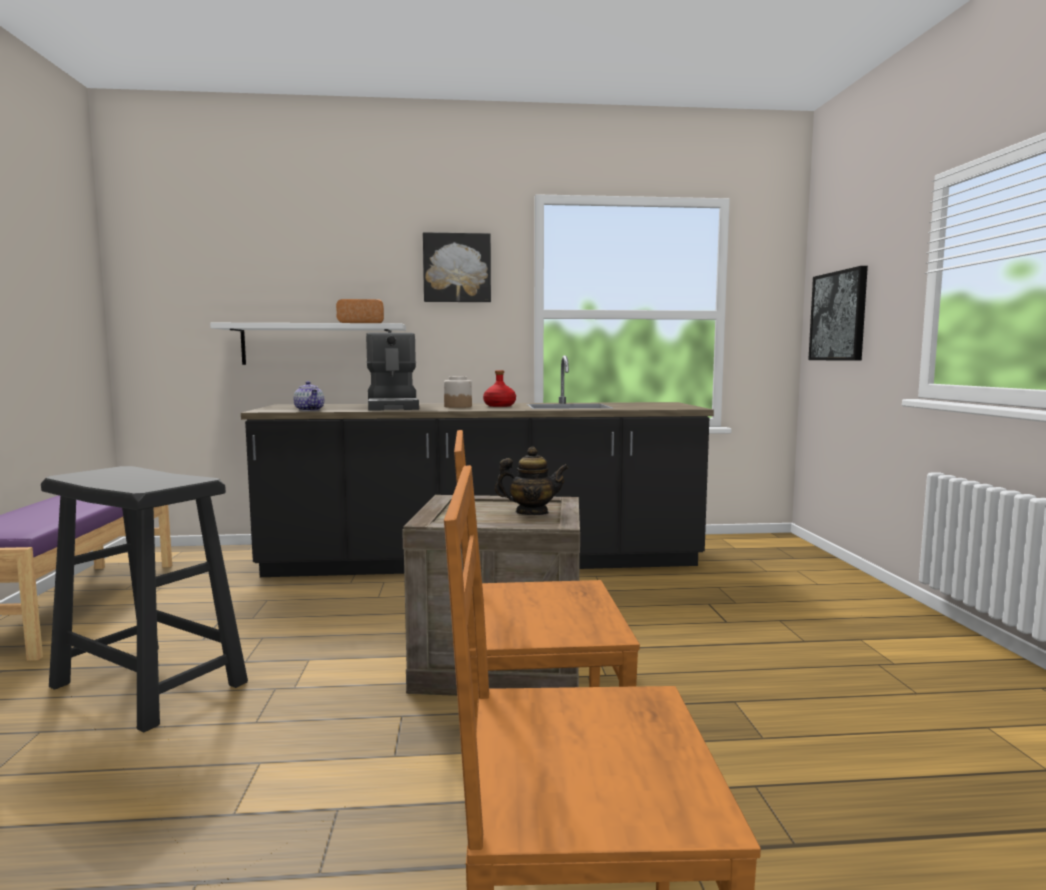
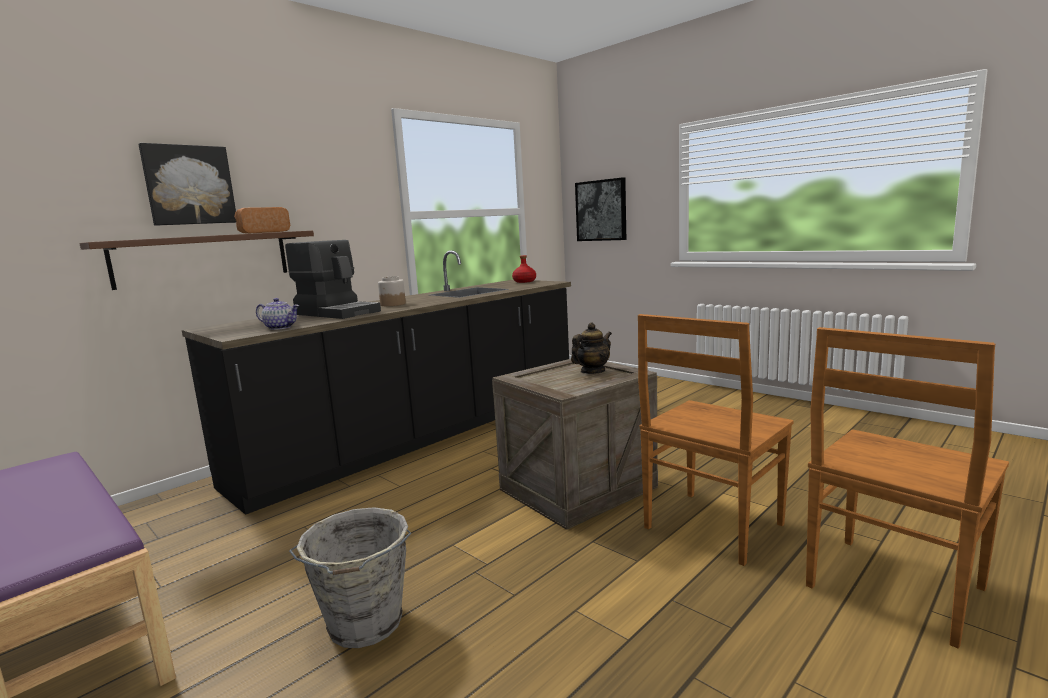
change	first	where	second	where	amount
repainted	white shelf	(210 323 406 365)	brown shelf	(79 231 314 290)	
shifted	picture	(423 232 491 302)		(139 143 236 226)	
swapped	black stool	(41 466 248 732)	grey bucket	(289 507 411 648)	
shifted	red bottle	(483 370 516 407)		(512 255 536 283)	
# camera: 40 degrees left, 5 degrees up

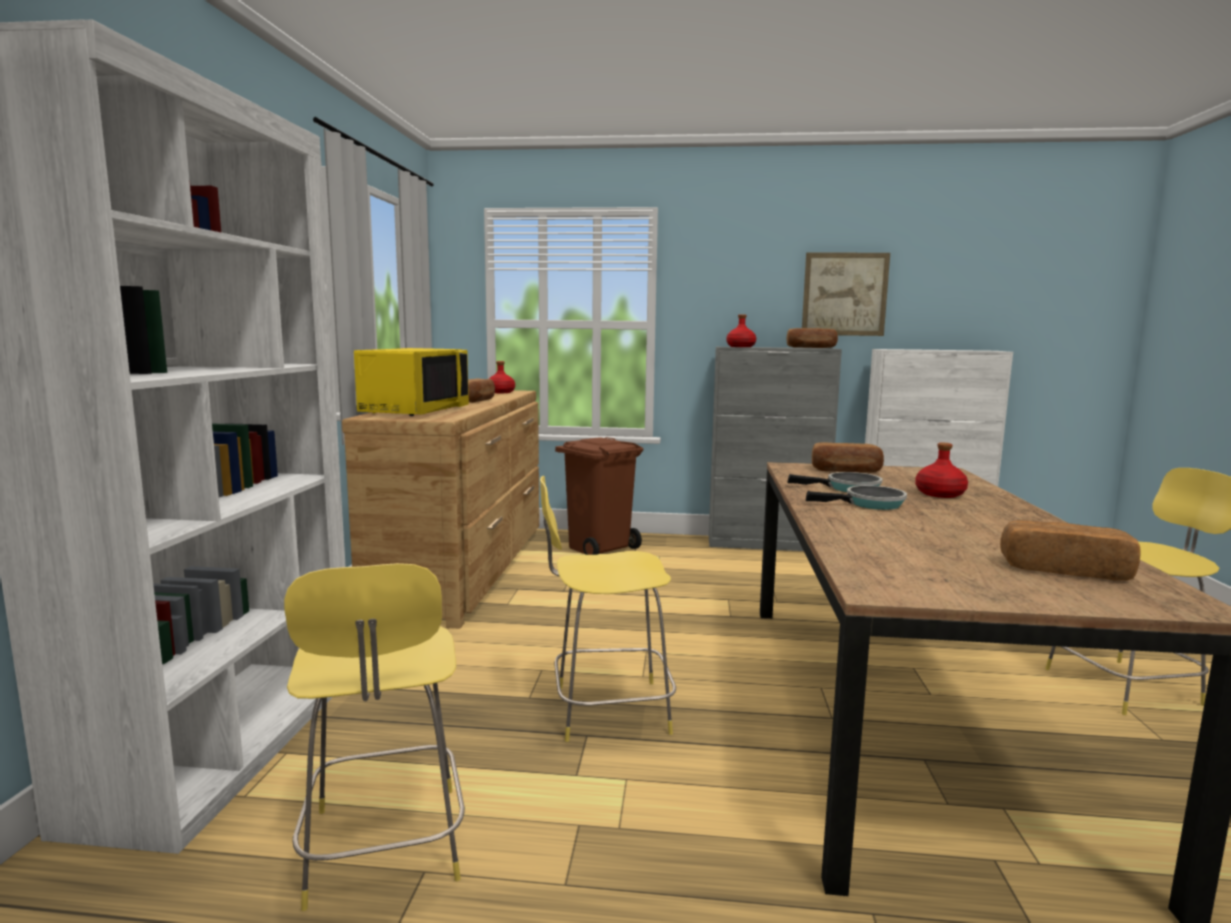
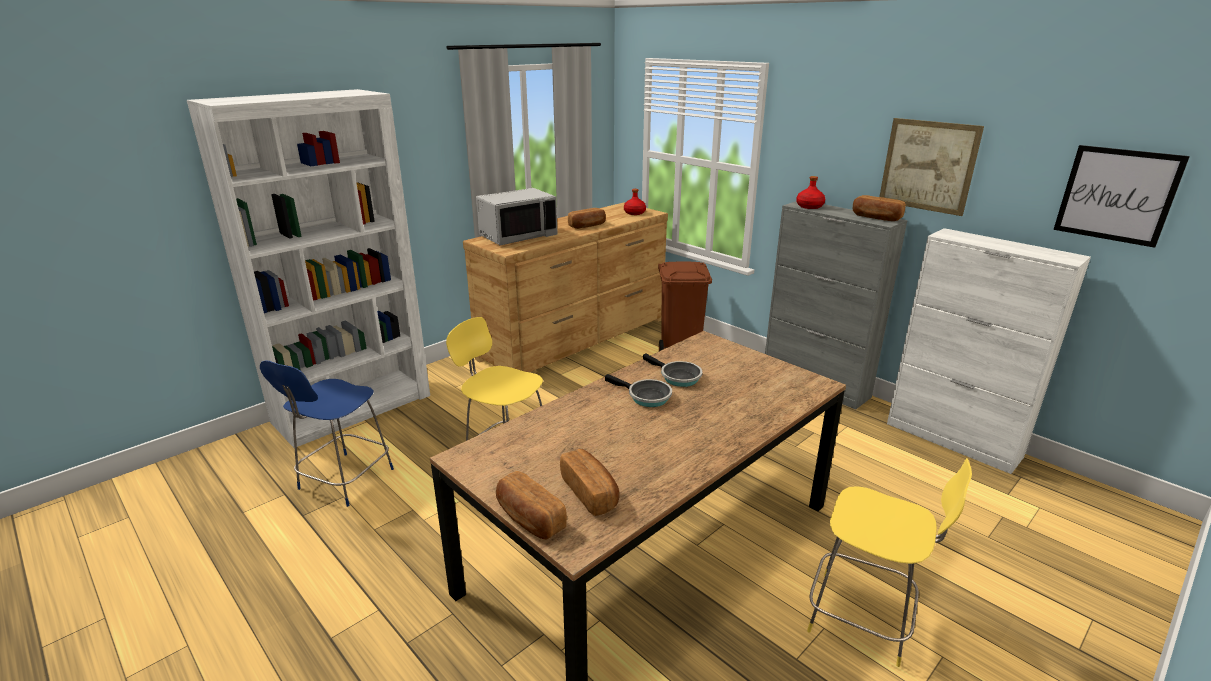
change	first	where	second	where	amount
repainted	yellow stool	(284 563 465 911)	blue stool	(260 360 394 507)	
repainted	yellow microwave	(354 348 469 416)	grey microwave	(476 188 558 245)	
shifted	bread	(812 442 884 473)		(496 471 567 539)	
new			picture	(1053 145 1190 248)	
gone	red bottle	(915 443 968 498)			
# camera: 40 degrees right, 15 degrees up

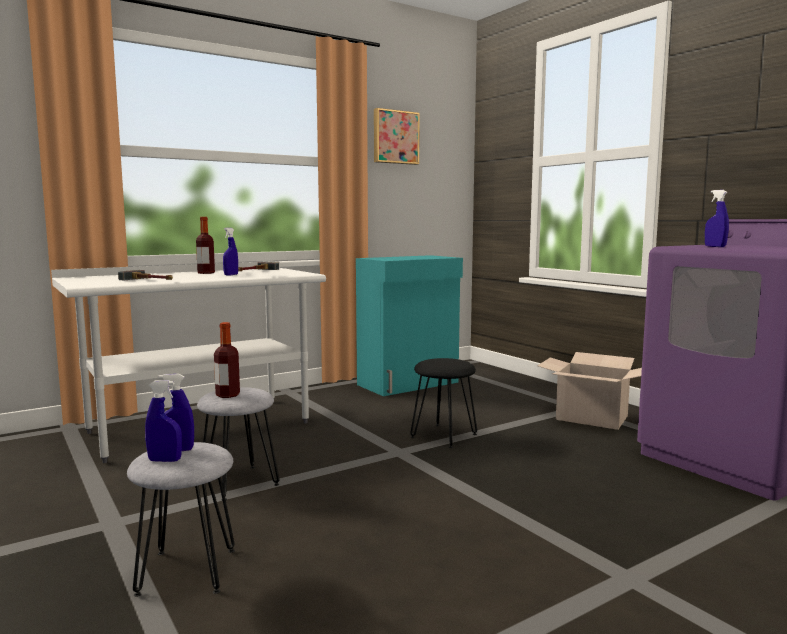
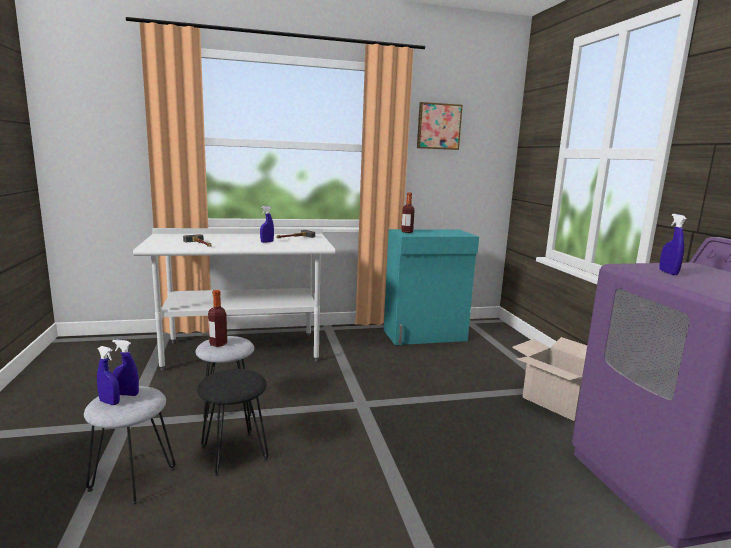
change	first	where	second	where	amount
shifted	black stool	(410 358 477 448)		(197 369 269 476)	
shifted	bottle	(196 217 215 274)		(401 192 415 233)	
# camera: 20 degrees right, 5 degrees up

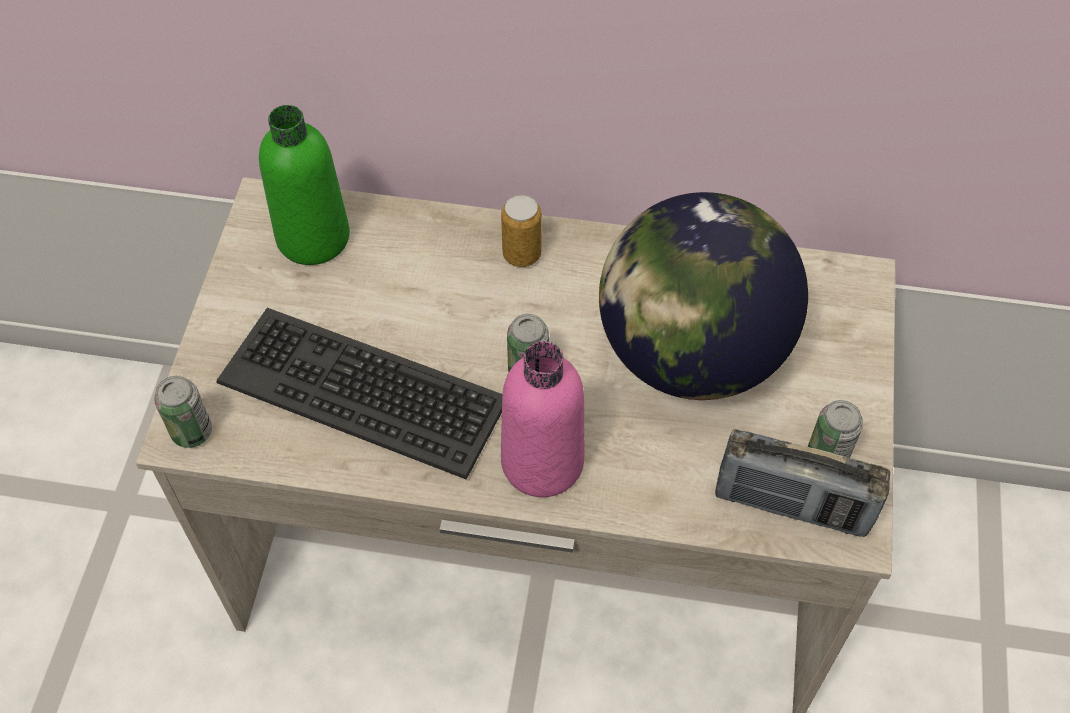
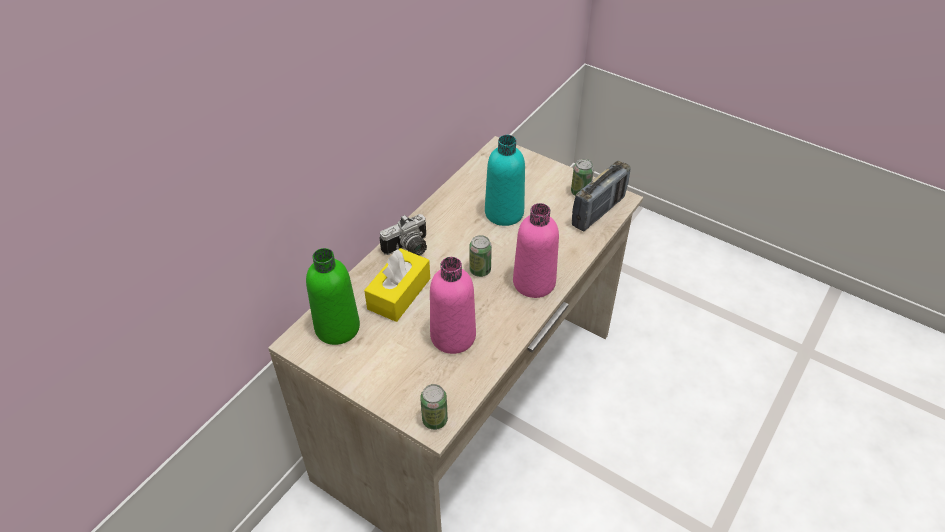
change	first	where	second	where	amount
new			yellow tissue box	(364 248 430 322)	
swapped	can	(501 195 542 267)	photo camera	(380 214 427 256)	
swapped	keyboard	(216 308 502 480)	pink bottle	(430 257 476 354)	
swapped	globe	(599 192 808 400)	turquoise bottle	(485 135 525 226)	
# camera: 65 degrees left, 10 degrees down

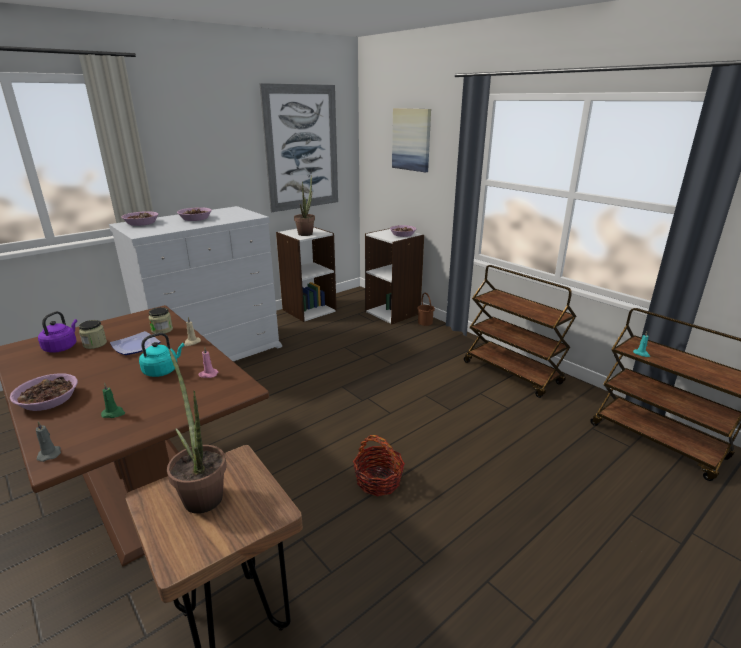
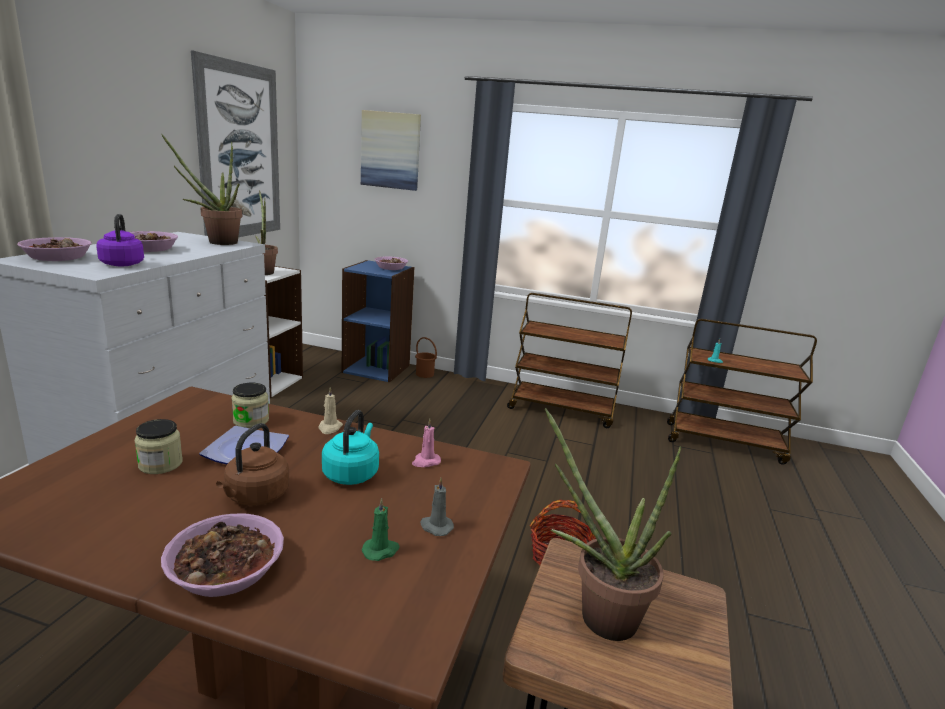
change	first	where	second	where	amount
shifted	purple kettle	(38 311 77 353)		(96 214 144 266)	
new			potted plant	(161 134 243 245)	
new			brown kettle	(216 423 289 506)	
repainted	white bookcase	(365 228 424 324)	blue bookcase	(342 260 414 382)	
shifted	grey candle	(36 421 61 462)		(420 478 454 536)	
# camera: 35 degrees left, 5 degrees down

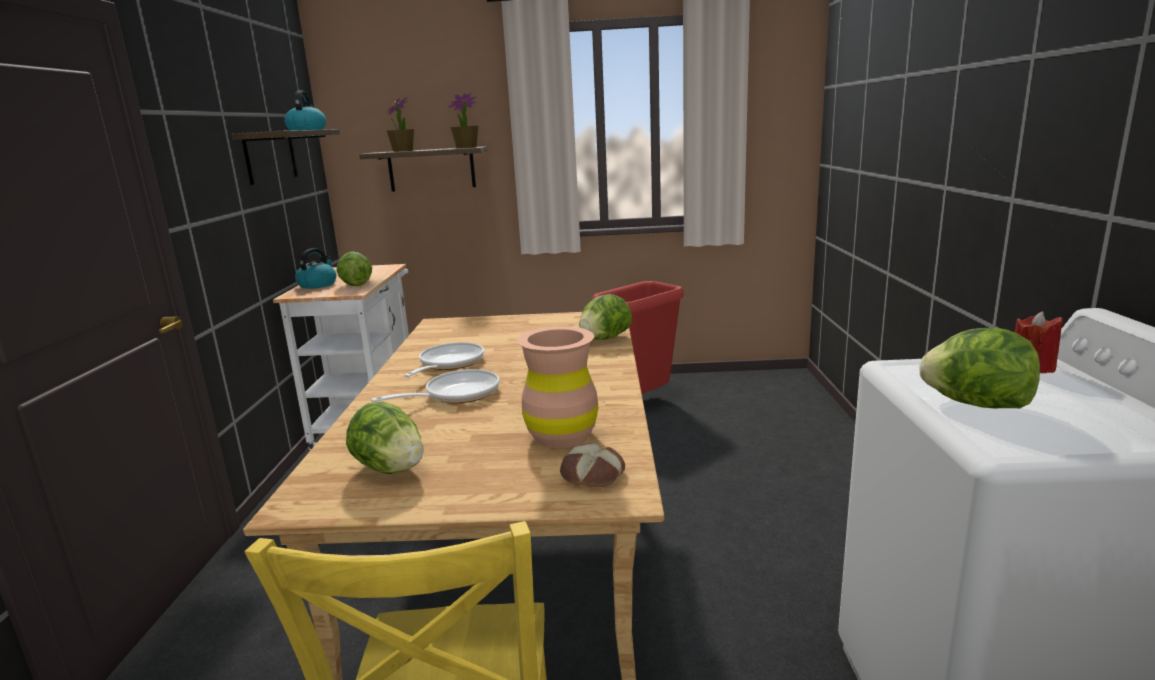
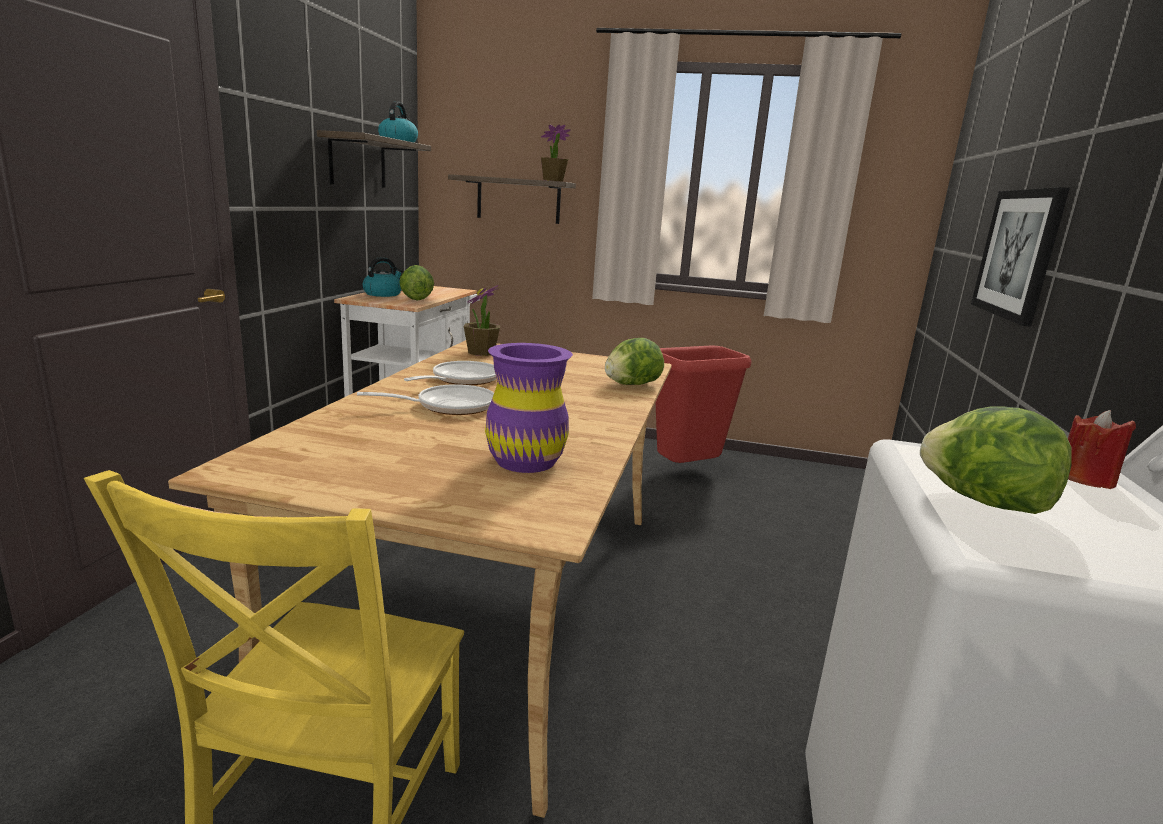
change	first	where	second	where	amount
shifted	potted plant	(386 97 414 152)		(464 285 500 356)	
repainted	brown vase	(517 326 599 448)	purple vase	(485 343 573 473)	
new			picture	(971 187 1070 327)	
gone	lettuce	(346 401 423 474)			
gone	bread	(560 443 625 487)			
# camera: 10 degrees right, 0 degrees up

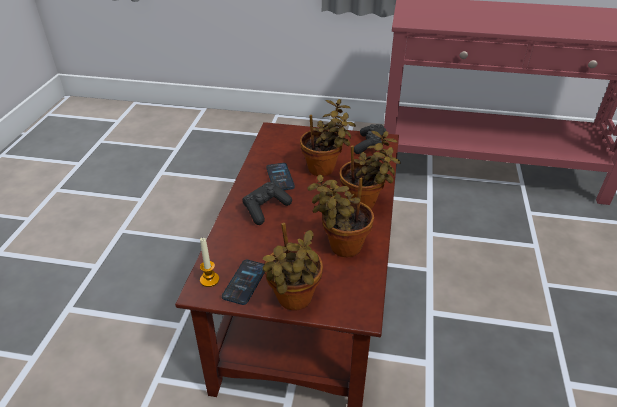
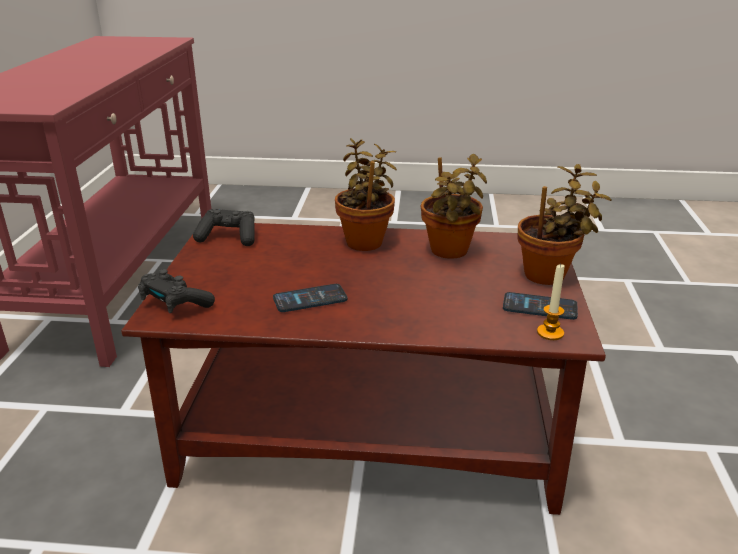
change	first	where	second	where	amount
shifted	black game controller	(242 182 292 225)		(138 269 215 313)	
gone	potted plant	(300 99 356 176)			
# camera: 95 degrees left, 10 degrees down

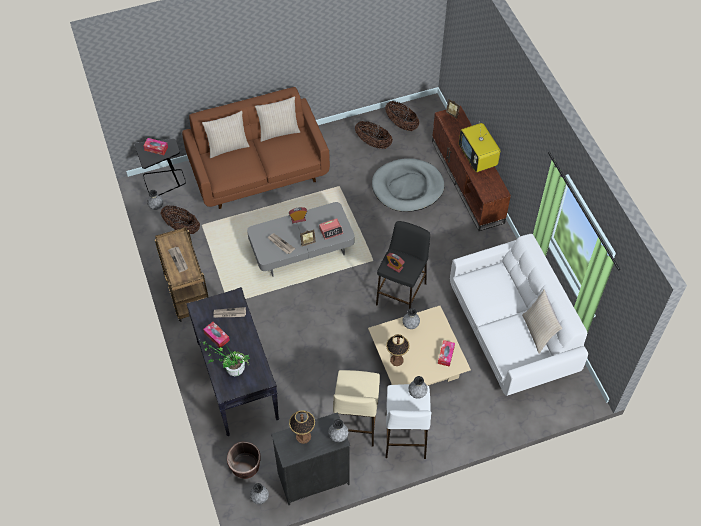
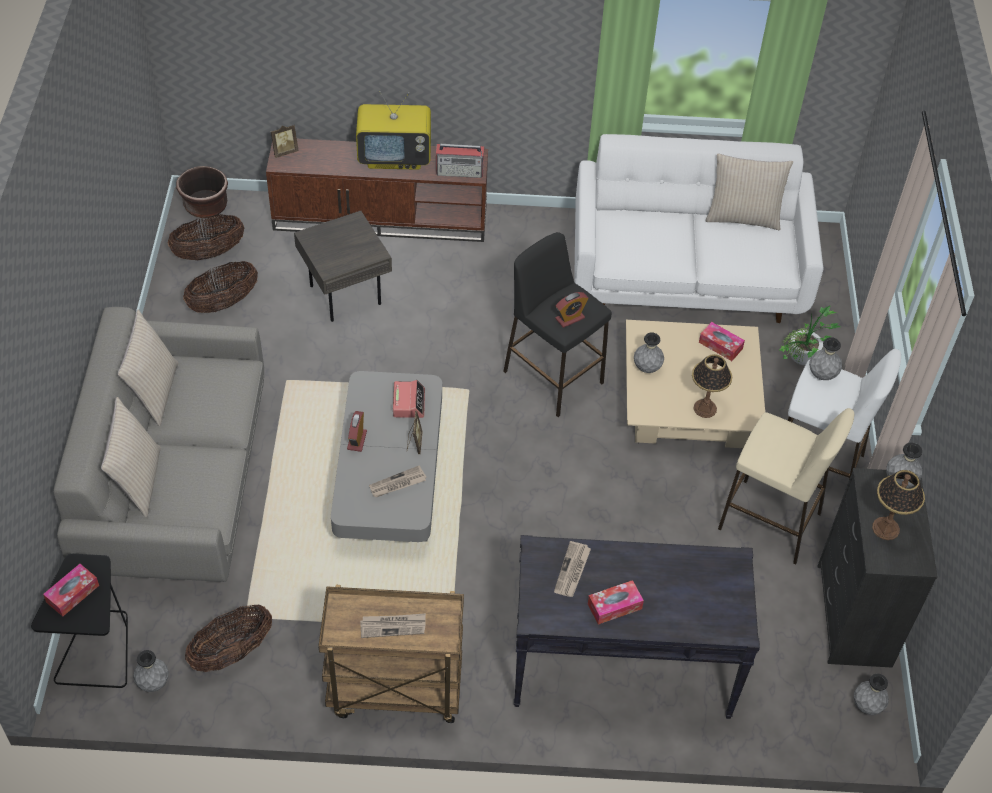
change	first	where	second	where	amount
repainted	brown sofa	(182 87 330 209)	grey sofa	(54 307 264 582)	
shifted	brown planter	(227 441 261 479)		(176 166 228 218)	
swapped	grey dog bed	(372 158 444 212)	grey side table	(294 211 392 322)	
new			radio	(436 144 484 178)	
shifted	potted plant	(200 340 251 376)		(779 305 840 365)	
# camera: 70 degrees left, 5 degrees down

